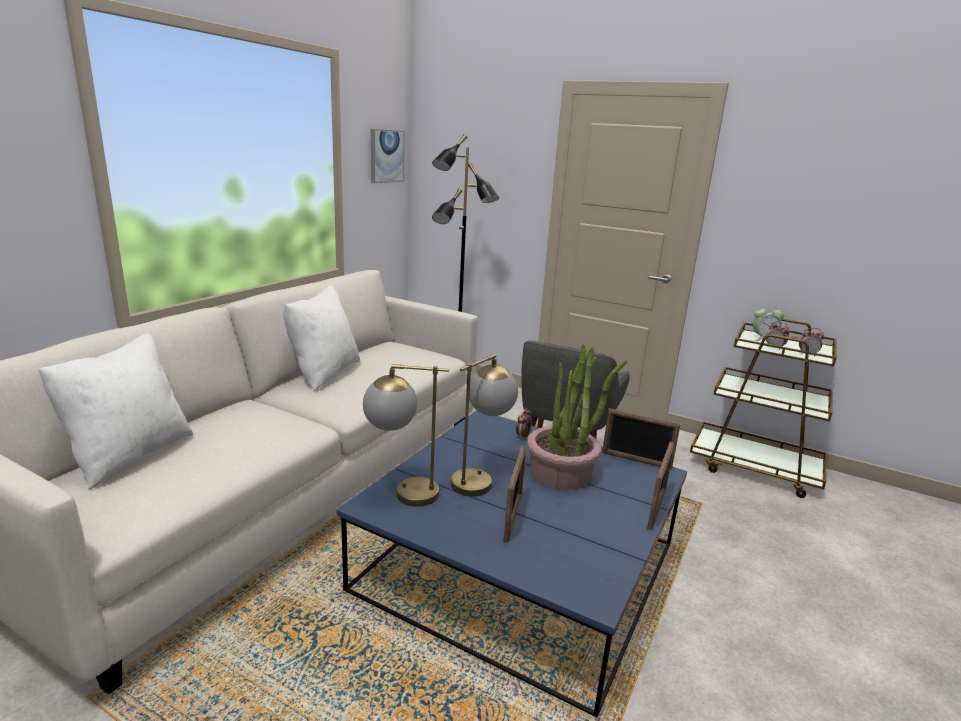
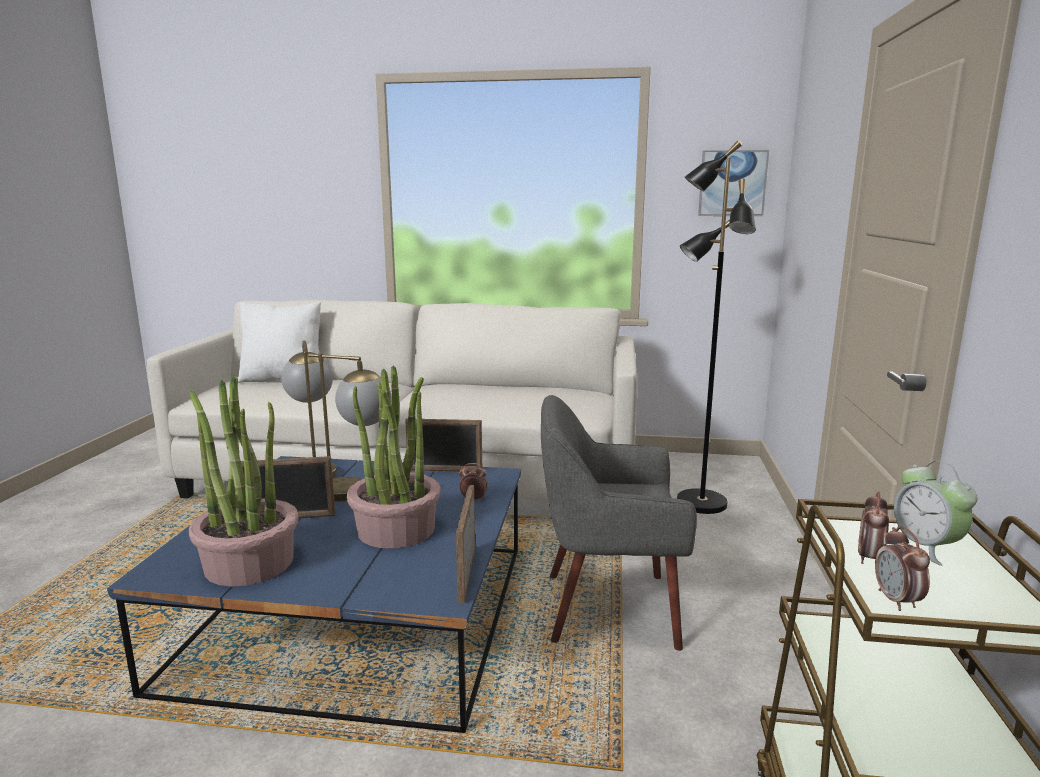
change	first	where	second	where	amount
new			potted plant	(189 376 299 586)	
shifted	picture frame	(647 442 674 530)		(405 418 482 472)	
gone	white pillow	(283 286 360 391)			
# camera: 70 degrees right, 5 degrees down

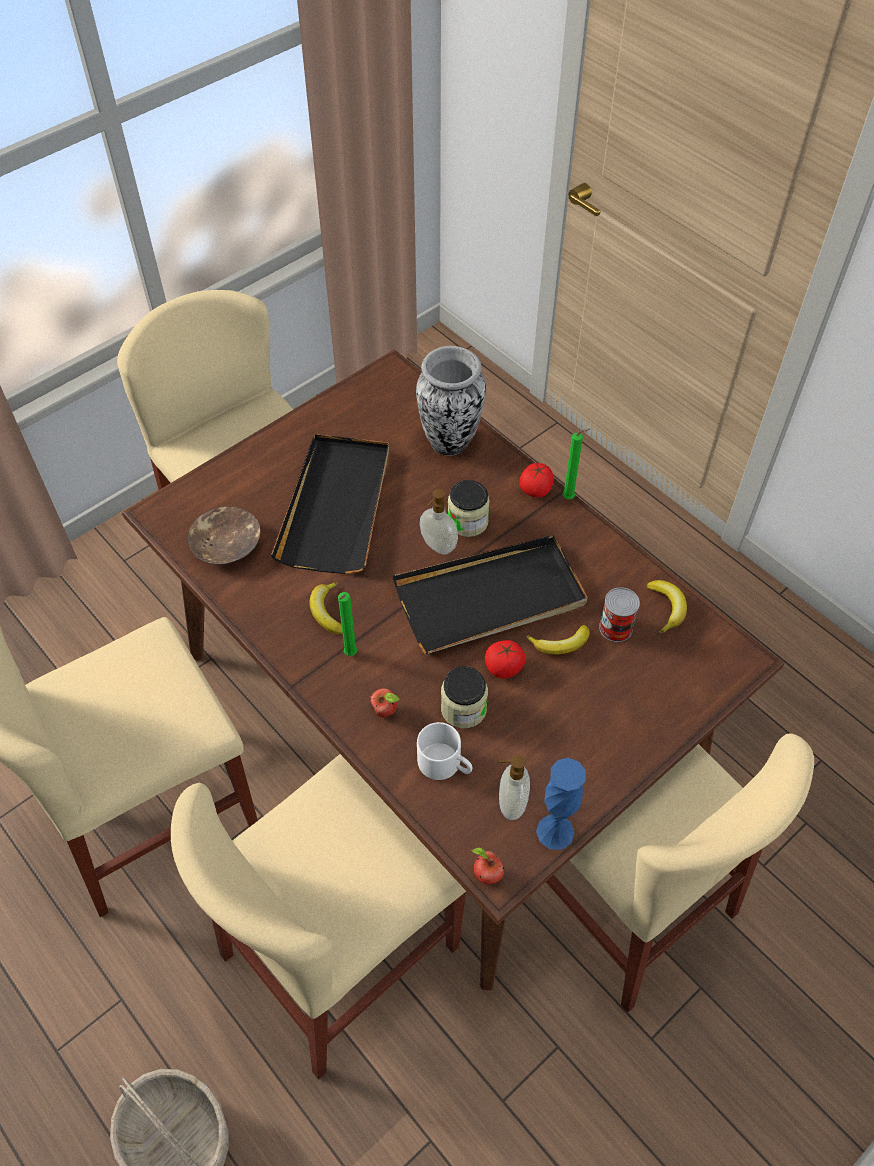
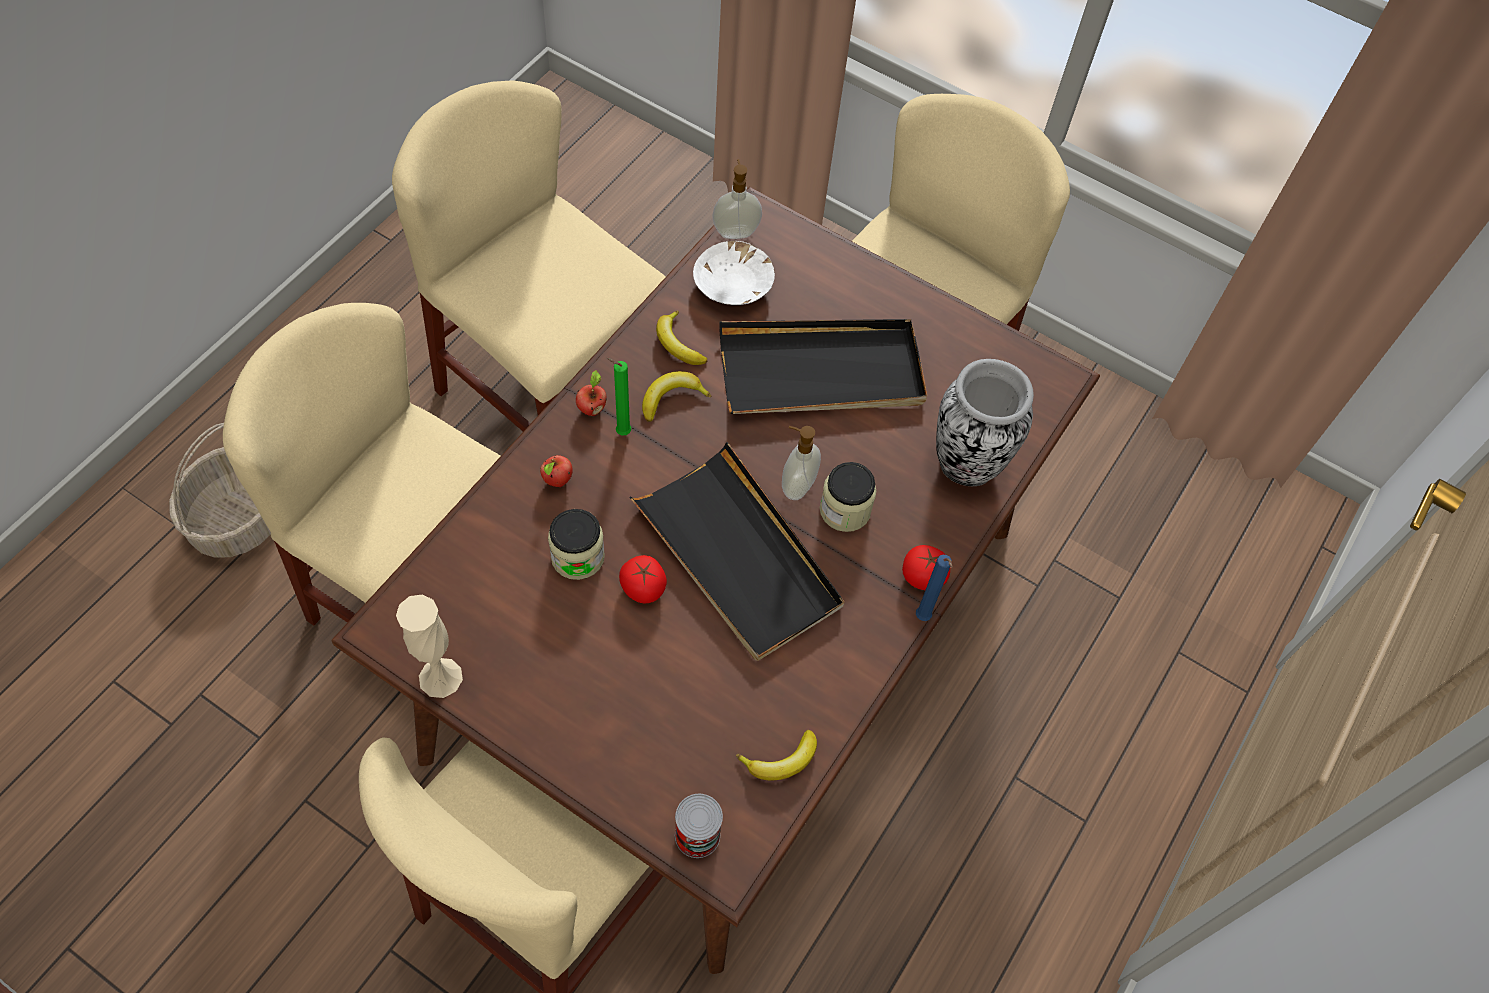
change	first	where	second	where	amount
repainted	blue vase	(536 758 586 850)	beige vase	(396 594 463 698)	
shifted	apple	(471 847 504 884)		(576 370 607 416)	
shifted	banana	(526 625 590 654)		(656 311 707 365)	
shifted	can	(599 587 640 642)		(675 794 723 858)	
repainted	brown bowl	(188 506 261 565)	white bowl	(693 241 775 305)	
shifted	soap dispenser	(499 755 530 820)		(712 159 762 239)	
repainted	green candle	(562 429 590 500)	blue candle	(916 555 953 621)	
gone	white mug	(417 722 472 780)			
# camera: 70 degrees right, 5 degrees up

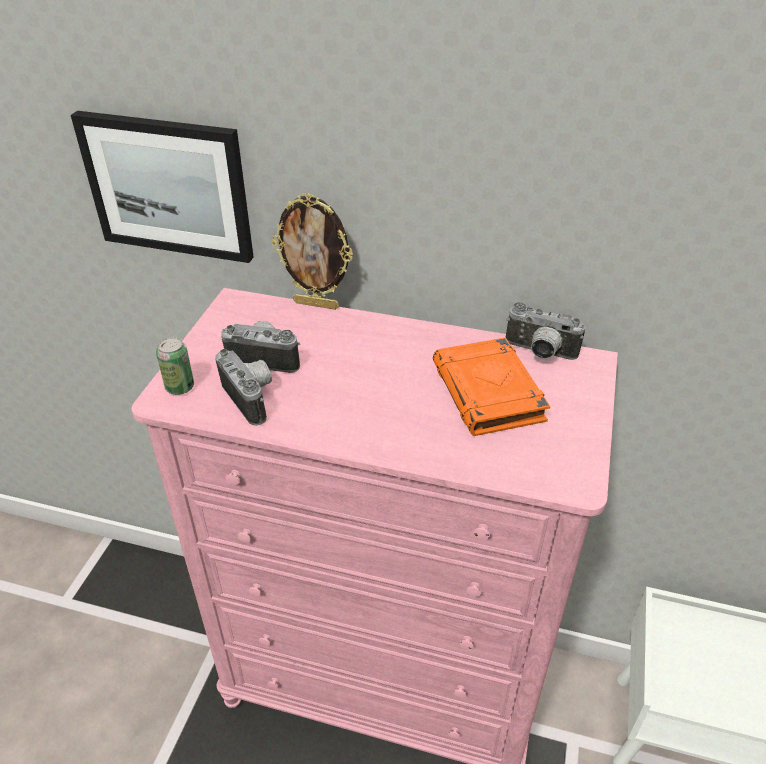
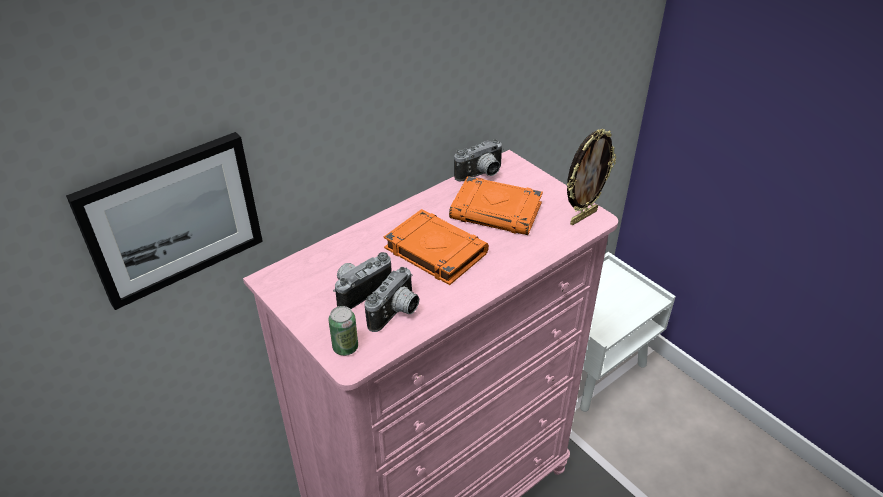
change	first	where	second	where	amount
rotated	photo camera	(215 349 272 426)		(365 267 419 332)	120 degrees clockwise
new			orange book	(384 209 489 285)	
shifted	picture frame	(272 193 353 310)		(567 129 616 225)	
# camera: 55 degrees left, 0 degrees up

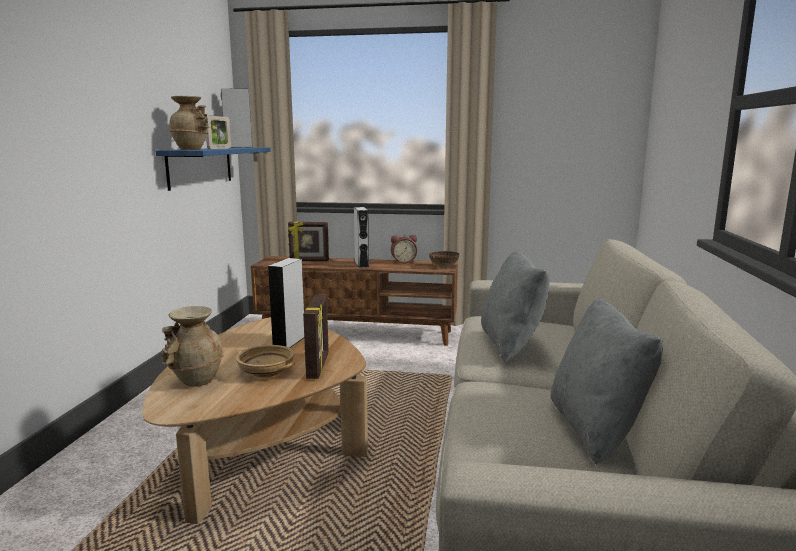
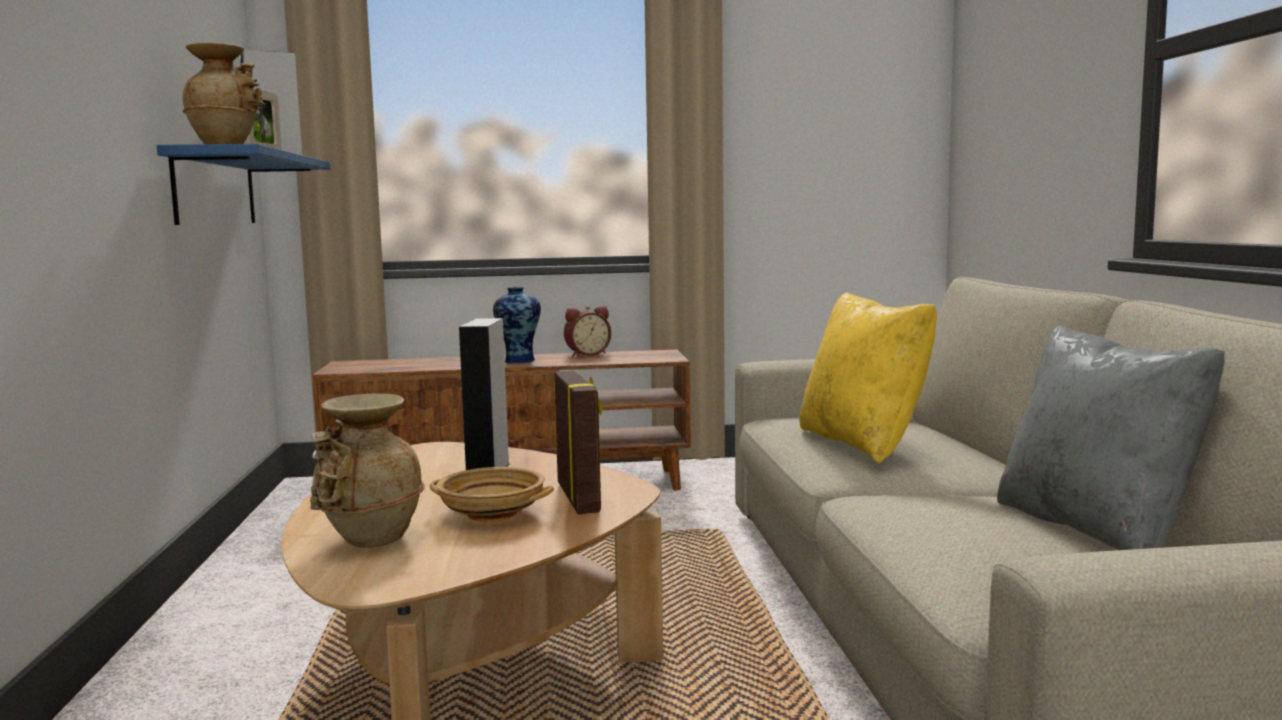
change	first	where	second	where	amount
swapped	grey speaker	(354 207 369 268)	vase	(493 287 541 364)	
repainted	grey pillow	(481 250 550 362)	yellow pillow	(799 292 937 464)	
gone	picture frame	(288 221 329 261)			
gone	bowl	(429 251 459 268)			
# camera: 15 degrees left, 5 degrees down

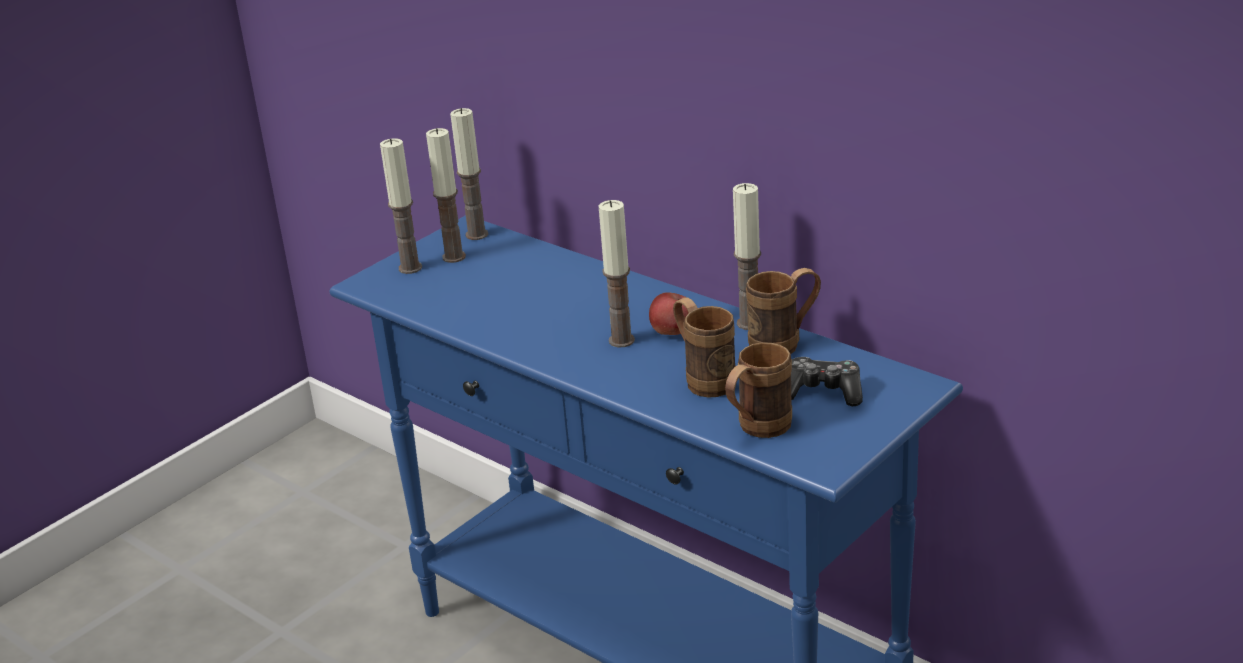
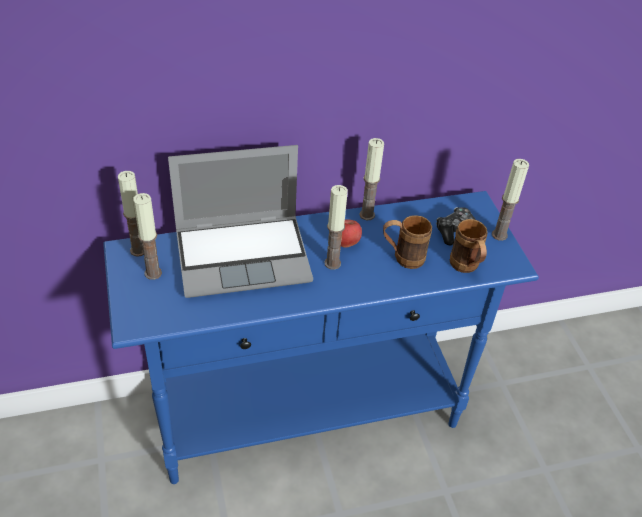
change	first	where	second	where	amount
new			laptop	(168 145 313 298)	
shifted	candle	(380 138 422 274)		(492 159 529 241)	
gone	brown mug	(746 268 821 354)			
# camera: 60 degrees left, 15 degrees up

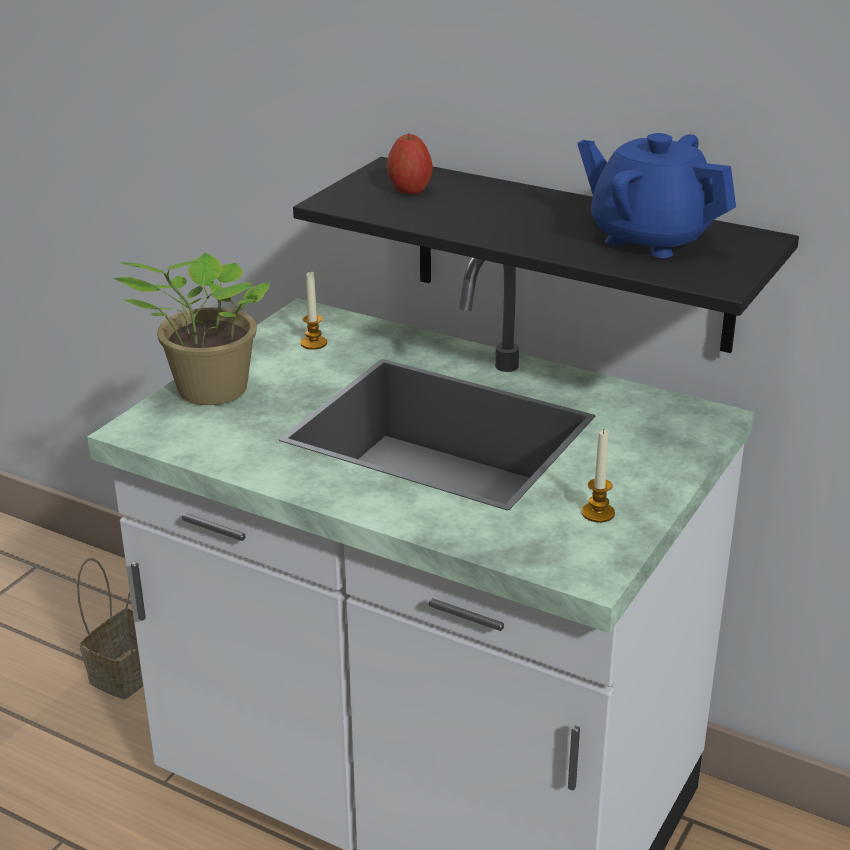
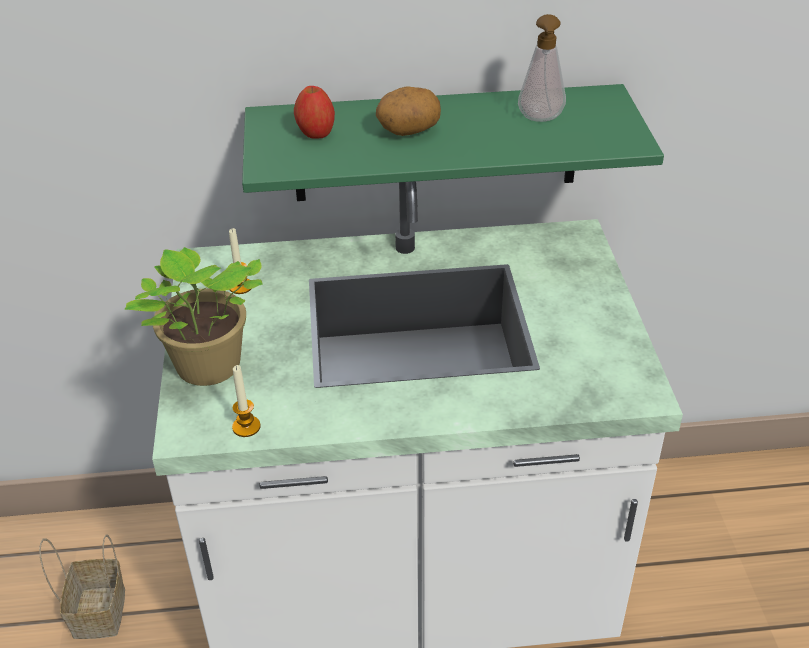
change	first	where	second	where	amount
shifted	candle	(582 429 615 523)		(232 365 261 437)	
repainted	black shelf	(293 157 799 353)	green shelf	(242 84 664 201)	
new			potato	(376 86 441 136)	
swapped	blue teapot	(578 133 736 258)	soap dispenser	(518 14 566 122)	
# camera: 35 degrees left, 10 degrees up

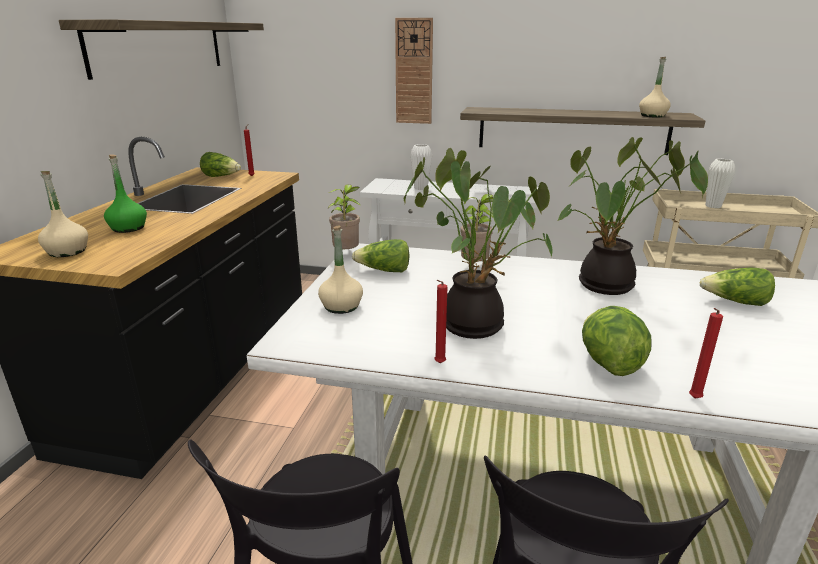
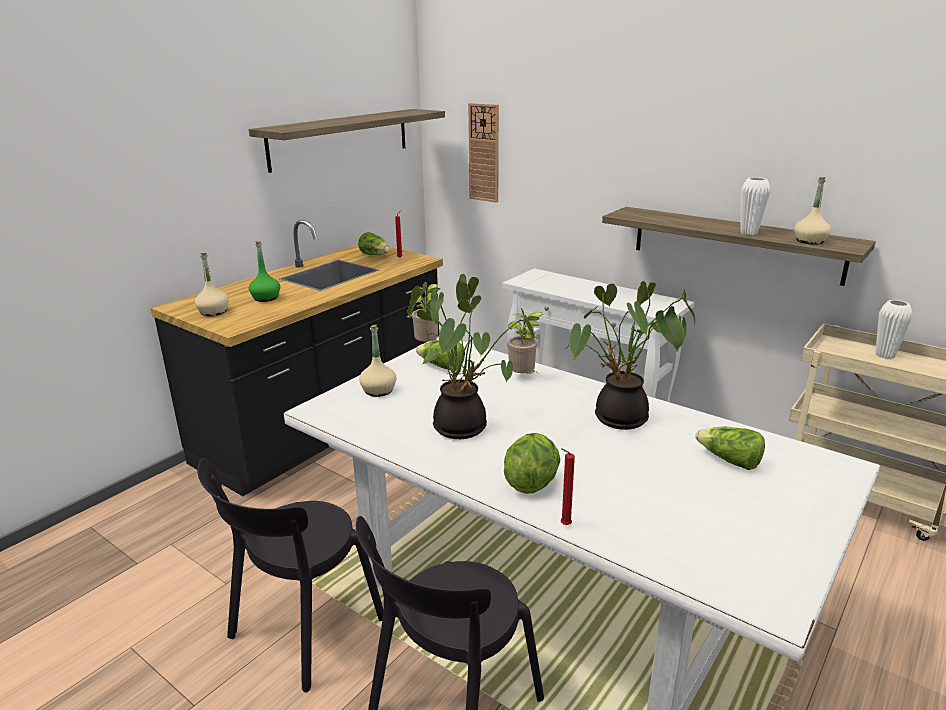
change	first	where	second	where	amount
shifted	wall clock	(395 18 433 124)		(468 103 499 203)	
shifted	white vase	(410 144 432 190)		(740 177 770 235)	
gone	red candle	(434 280 447 363)			
# camera: 25 degrees right, 0 degrees up

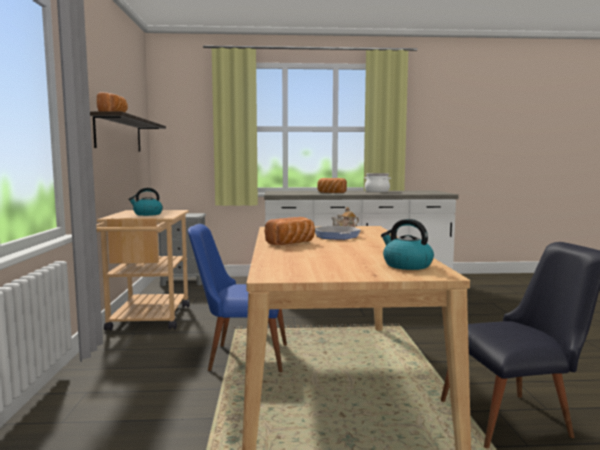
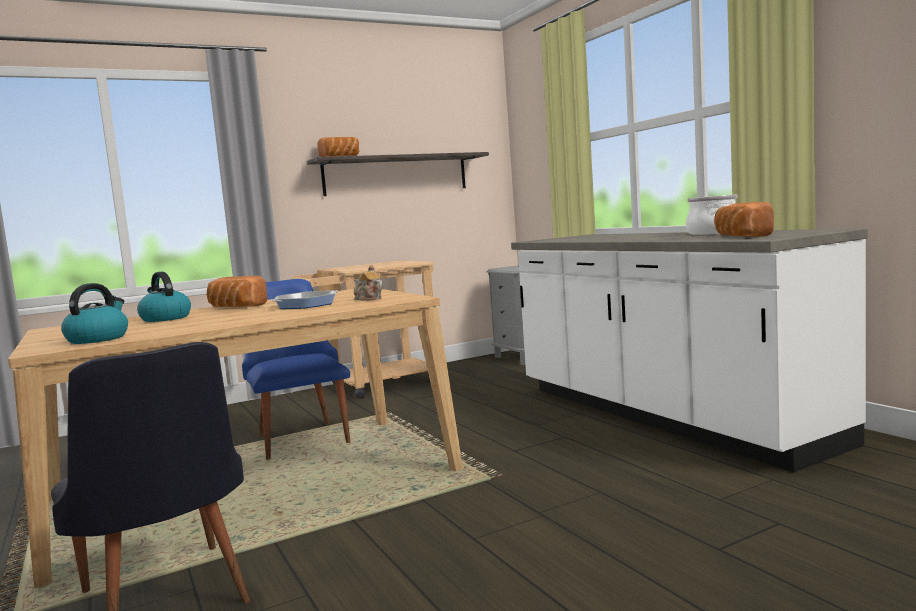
change	first	where	second	where	amount
shifted	kettle	(128 188 163 216)		(137 272 191 322)	
shifted	bread	(317 178 347 193)		(714 202 774 237)	
# camera: 65 degrees right, 0 degrees up

